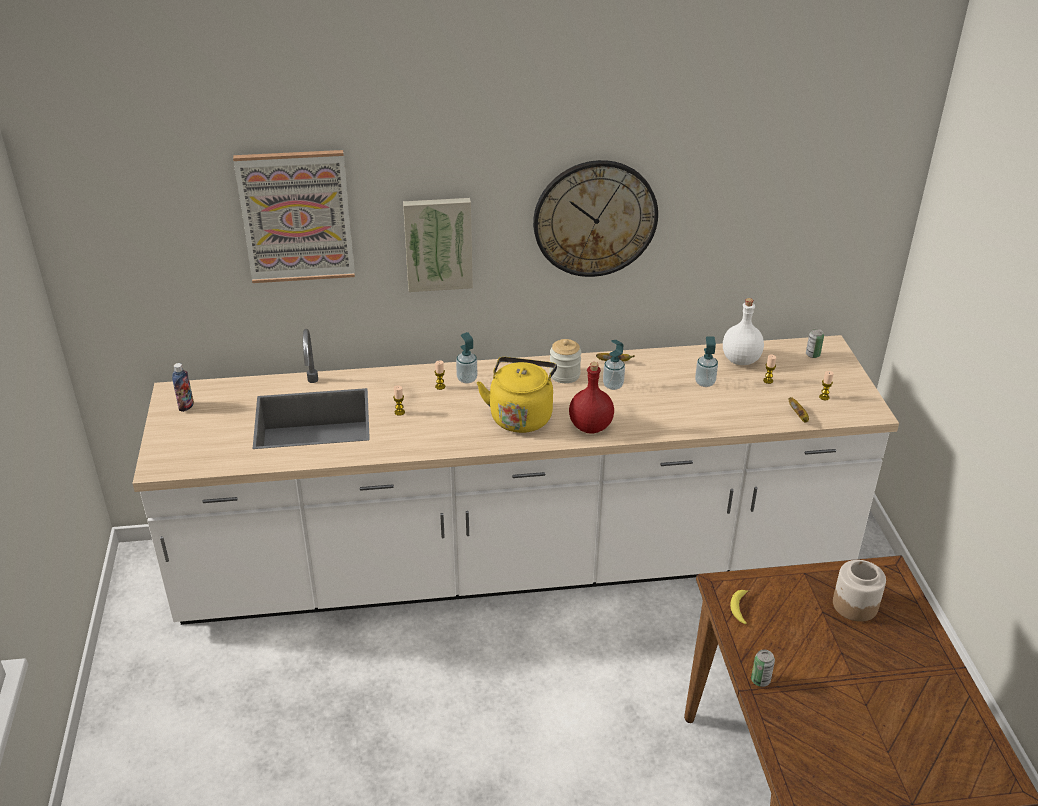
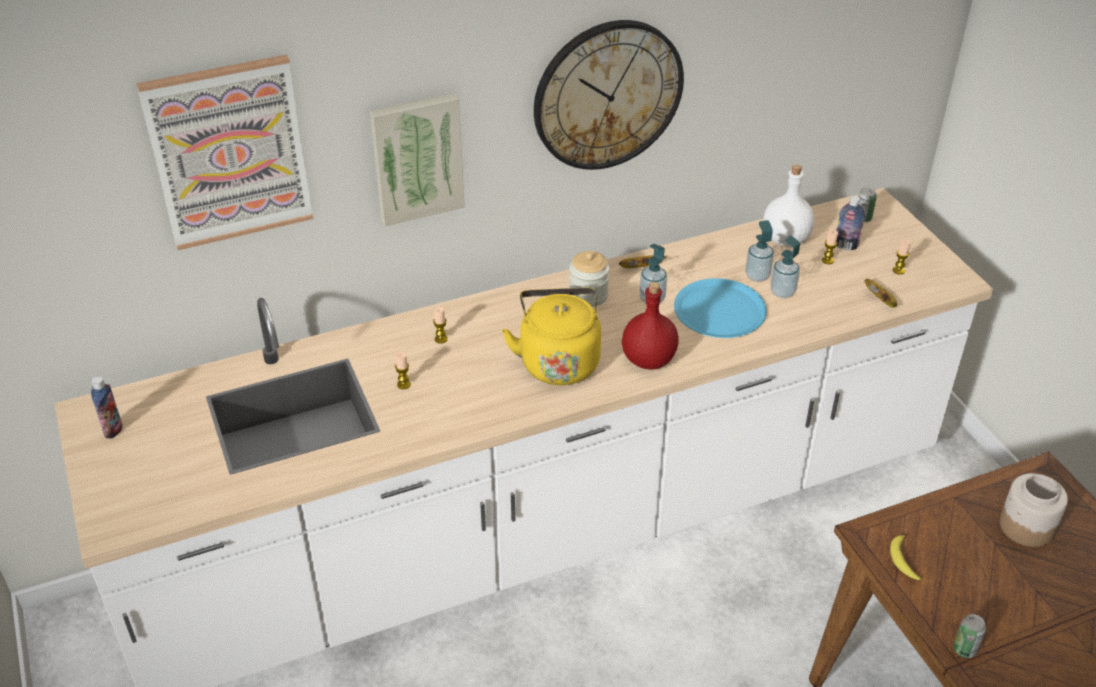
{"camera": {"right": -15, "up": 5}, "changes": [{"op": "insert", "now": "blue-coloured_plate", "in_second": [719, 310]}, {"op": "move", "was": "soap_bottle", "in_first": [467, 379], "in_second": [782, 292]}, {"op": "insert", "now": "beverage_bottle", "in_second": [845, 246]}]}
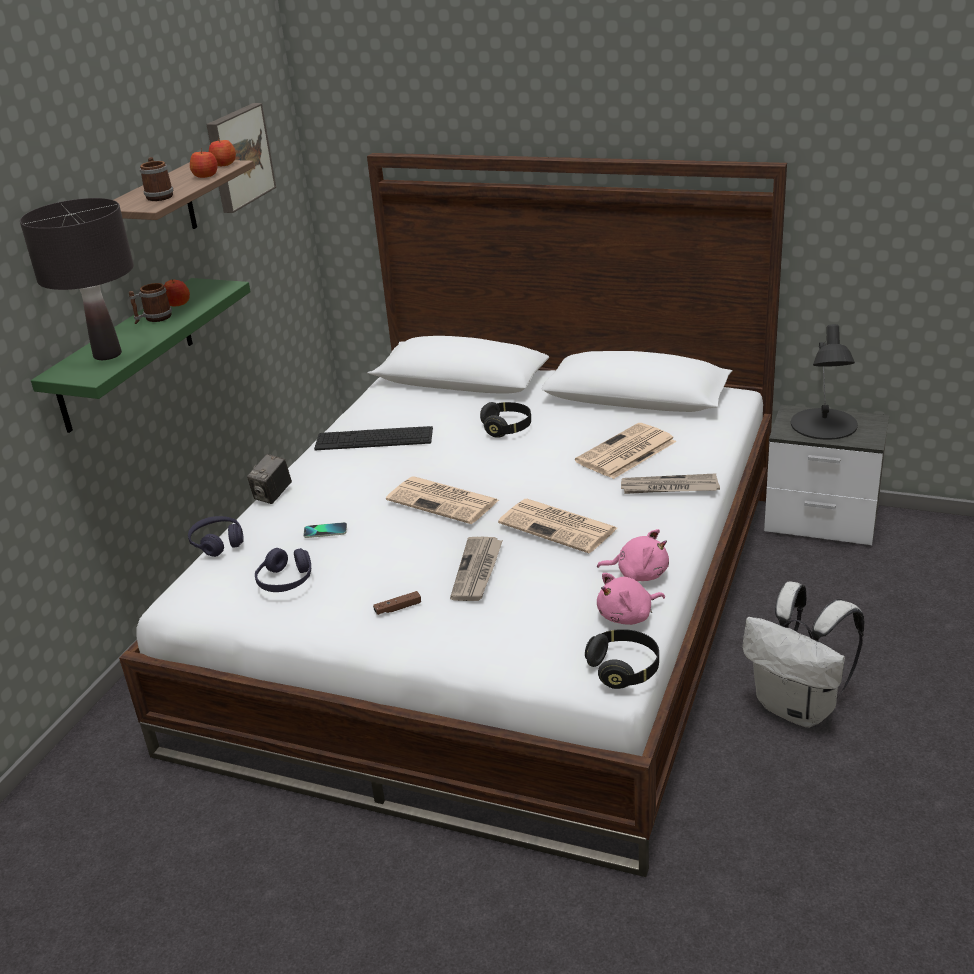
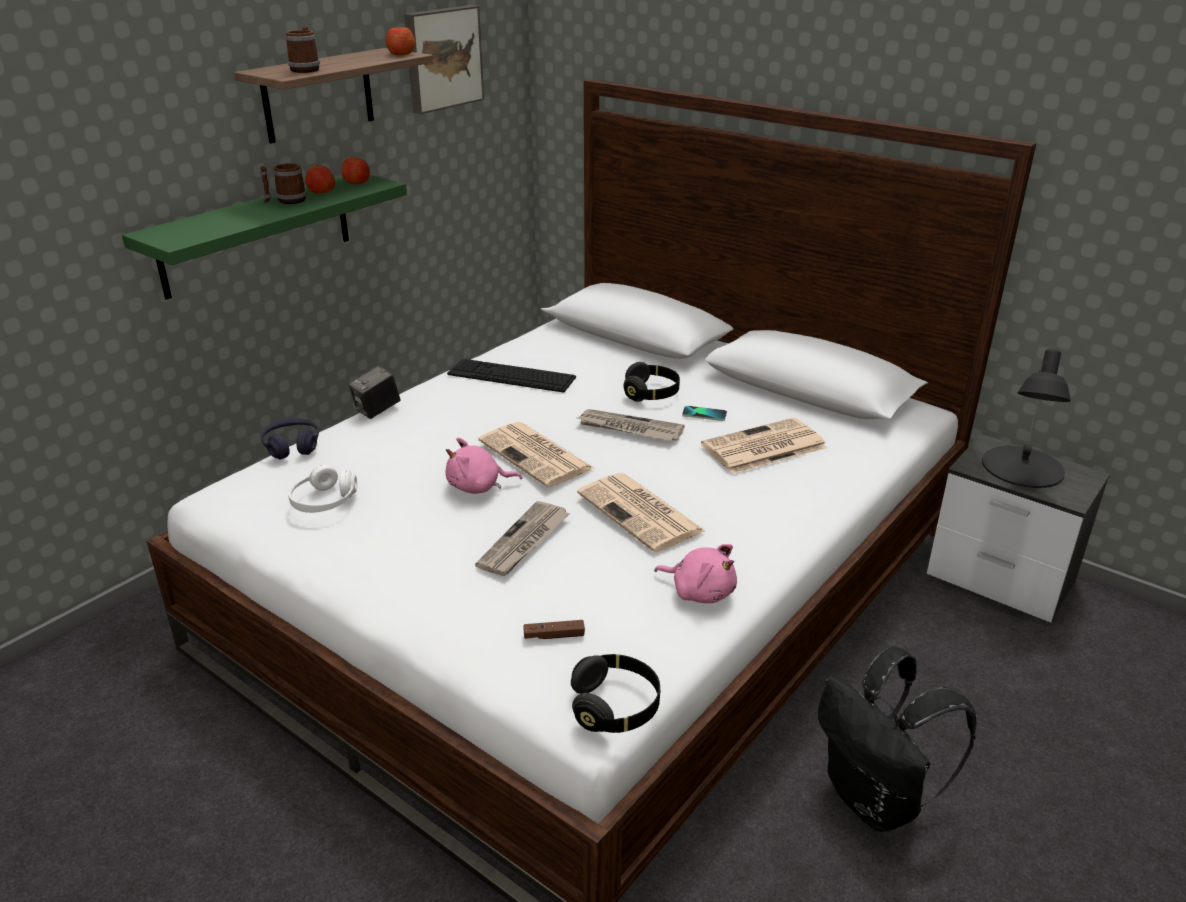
{"camera": {"right": 15, "up": 0}, "changes": [{"op": "recolor", "was": "purple-coloured_pair_of_headphones", "now": "whitish_pair_of_headphones", "in_first": [285, 581], "in_second": [324, 501]}, {"op": "move", "was": "apple", "in_first": [206, 176], "in_second": [357, 182]}, {"op": "move", "was": "pink-coloured_cuddly_toy", "in_first": [628, 616], "in_second": [478, 487]}, {"op": "move", "was": "brown_gamepad", "in_first": [398, 608], "in_second": [554, 636]}, {"op": "move", "was": "newspaper", "in_first": [669, 488], "in_second": [629, 428]}, {"op": "move", "was": "telephone", "in_first": [325, 531], "in_second": [704, 414]}, {"op": "recolor", "was": "whitish_rucksack", "now": "black_rucksack", "in_first": [798, 707], "in_second": [876, 801]}, {"op": "delete", "was": "black_tabletop_lamp", "in_first": [107, 355]}]}
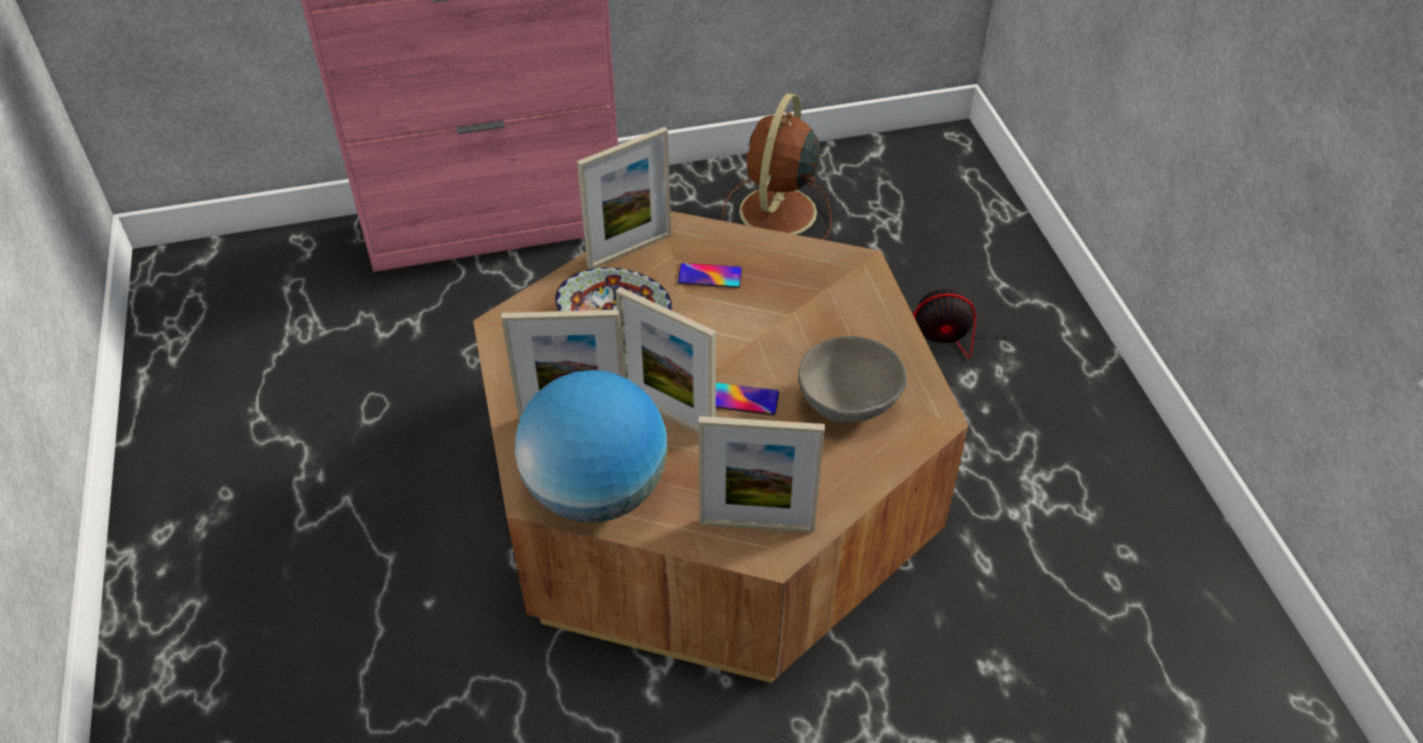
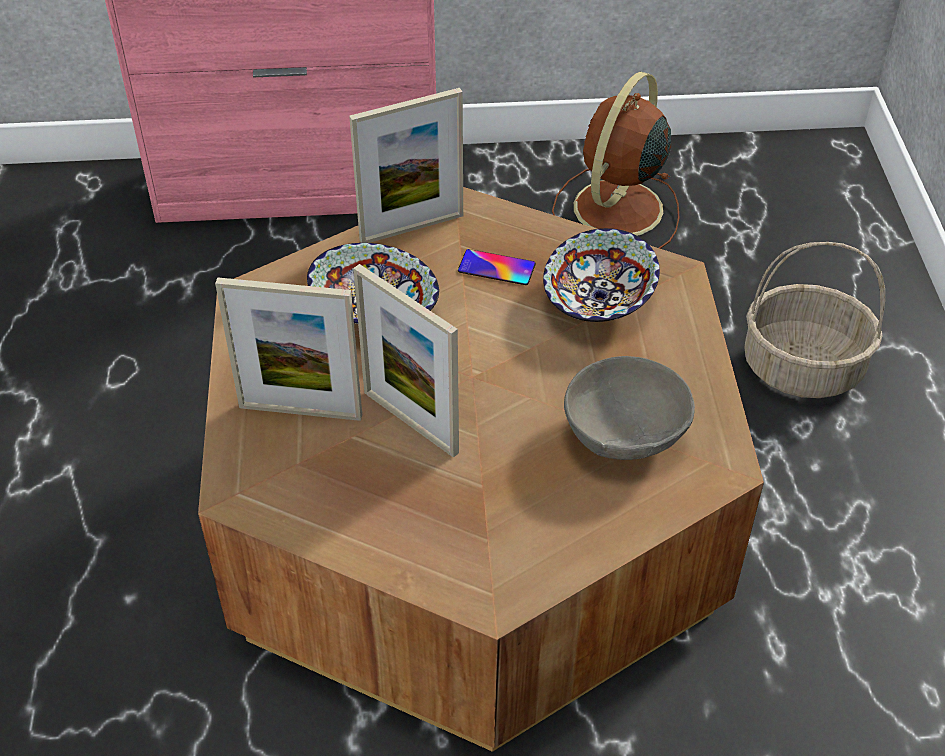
{"camera": {"right": 10, "up": 0}, "changes": [{"op": "insert", "now": "bowl", "in_second": [600, 301]}, {"op": "replace", "was": "cooling_fan", "now": "storage_basket", "in_first": [958, 330], "in_second": [801, 369]}, {"op": "delete", "was": "world_globe", "in_first": [597, 492]}, {"op": "delete", "was": "standing_frame", "in_first": [756, 525]}, {"op": "delete", "was": "telephone", "in_first": [743, 399]}]}
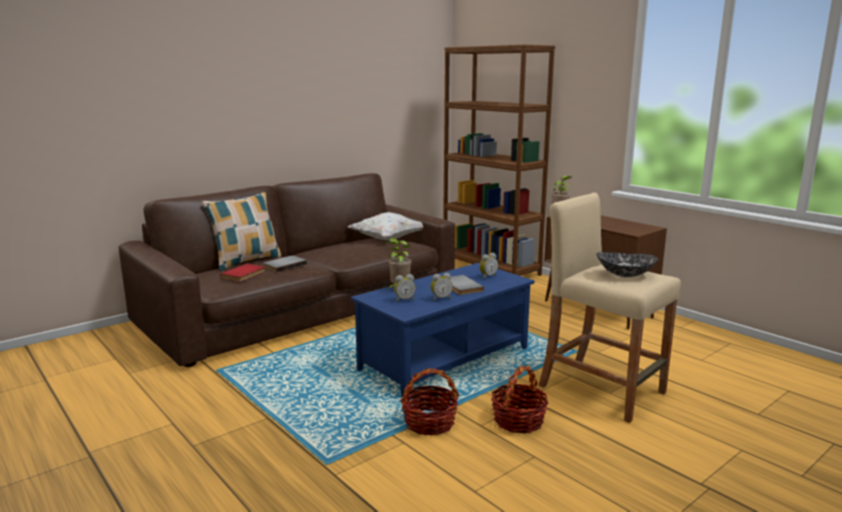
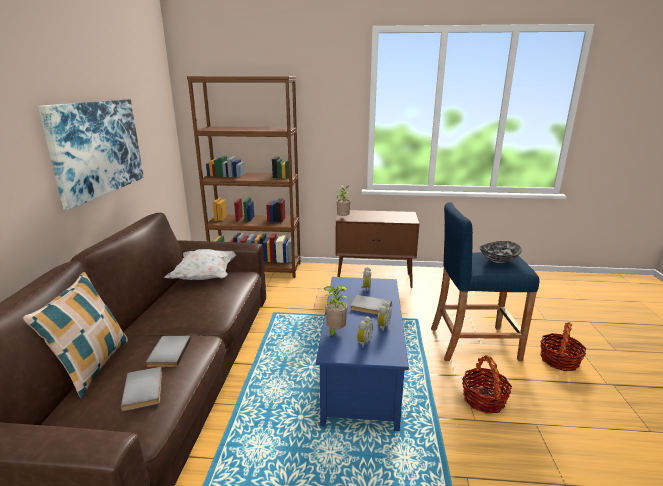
{"camera": {"right": -45, "up": 5}, "changes": [{"op": "insert", "now": "wall_art", "in_second": [97, 148]}, {"op": "recolor", "was": "red_bound_book", "now": "grey_bound_book", "in_first": [245, 274], "in_second": [145, 389]}, {"op": "recolor", "was": "beige_stool", "now": "blue-coloured_stool", "in_first": [601, 389], "in_second": [473, 343]}, {"op": "move", "was": "storage_basket", "in_first": [429, 423], "in_second": [559, 360]}]}
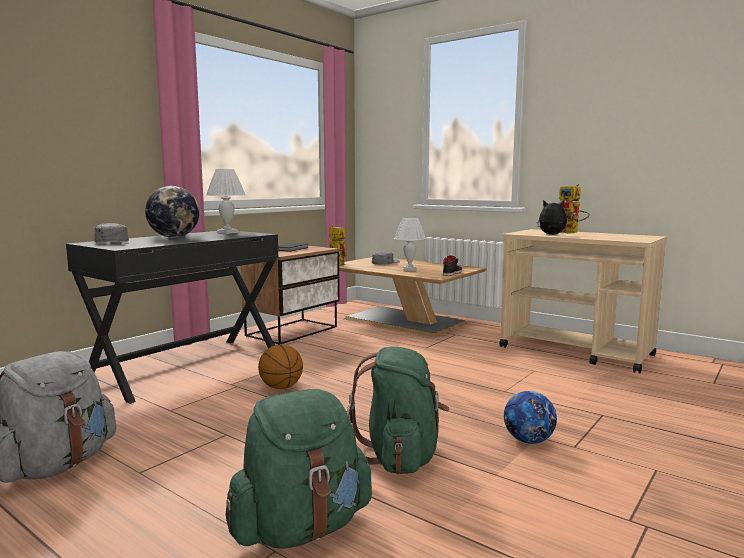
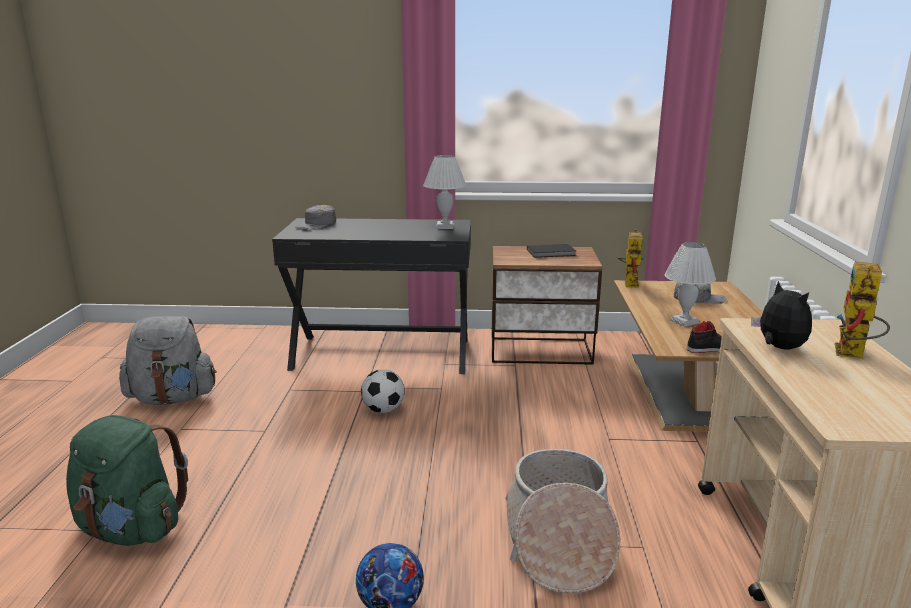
{"camera": {"right": 55, "up": 10}, "changes": [{"op": "replace", "was": "basketball_ball", "now": "football_ball", "in_first": [281, 387], "in_second": [383, 410]}, {"op": "insert", "now": "storage_basket", "in_second": [558, 541]}, {"op": "delete", "was": "world_globe", "in_first": [174, 237]}, {"op": "delete", "was": "green_rucksack", "in_first": [399, 457]}]}
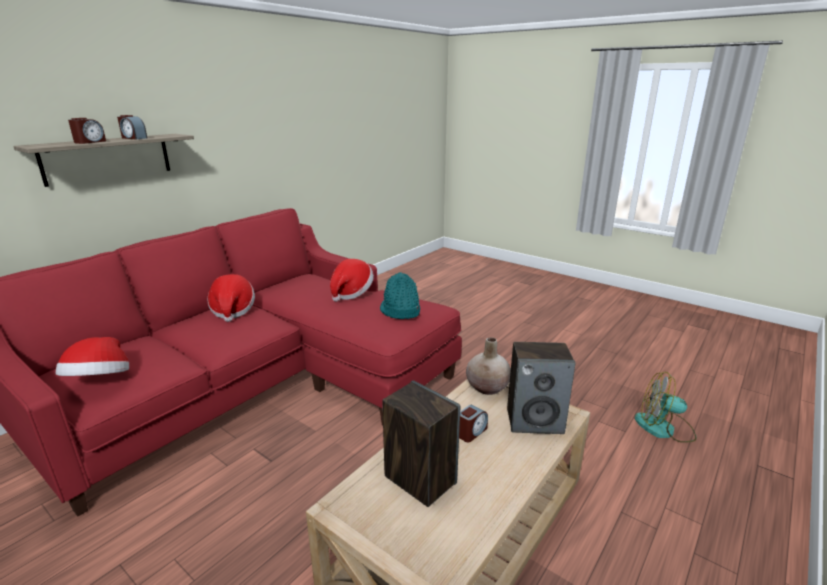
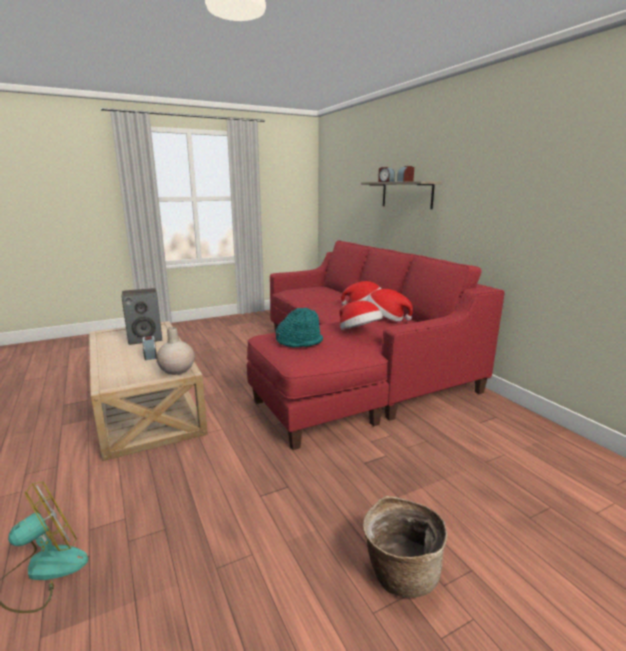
{"camera": {"right": 115, "up": -5}, "changes": [{"op": "insert", "now": "storage_basket", "in_second": [400, 572]}, {"op": "move", "was": "hat", "in_first": [100, 382], "in_second": [386, 318]}, {"op": "delete", "was": "loudspeaker", "in_first": [535, 421]}]}
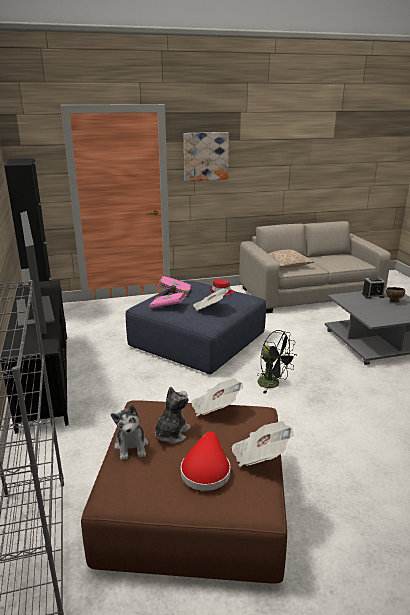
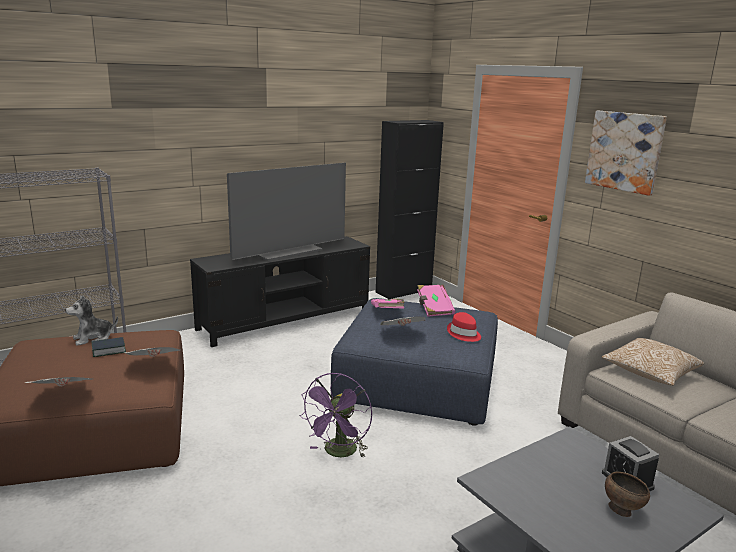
{"camera": {"right": 70, "up": -5}, "changes": [{"op": "replace", "was": "cuddly_toy", "now": "bound_book", "in_first": [171, 433], "in_second": [108, 350]}, {"op": "recolor", "was": "black_cooling_fan", "now": "purple-coloured_cooling_fan", "in_first": [273, 384], "in_second": [338, 453]}, {"op": "delete", "was": "red_hat", "in_first": [206, 470]}]}
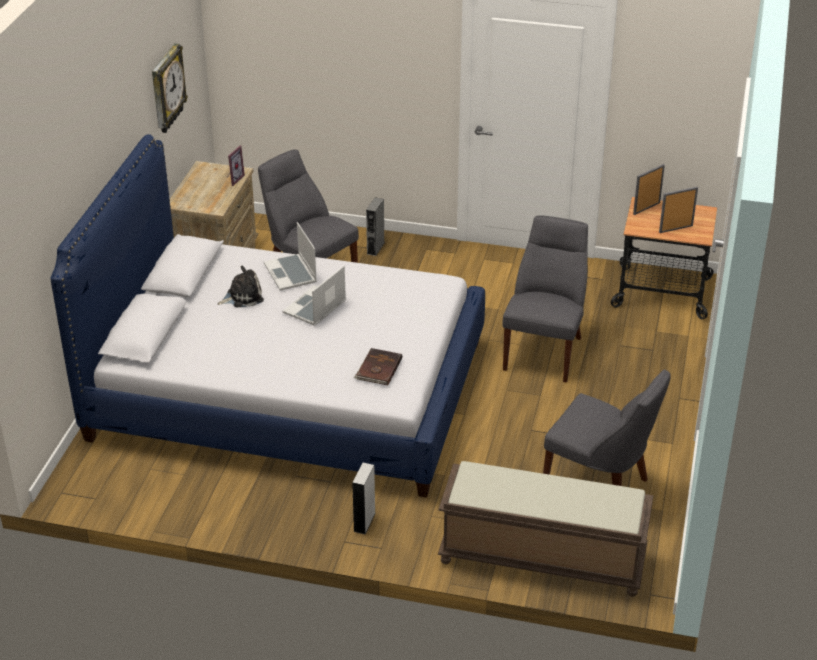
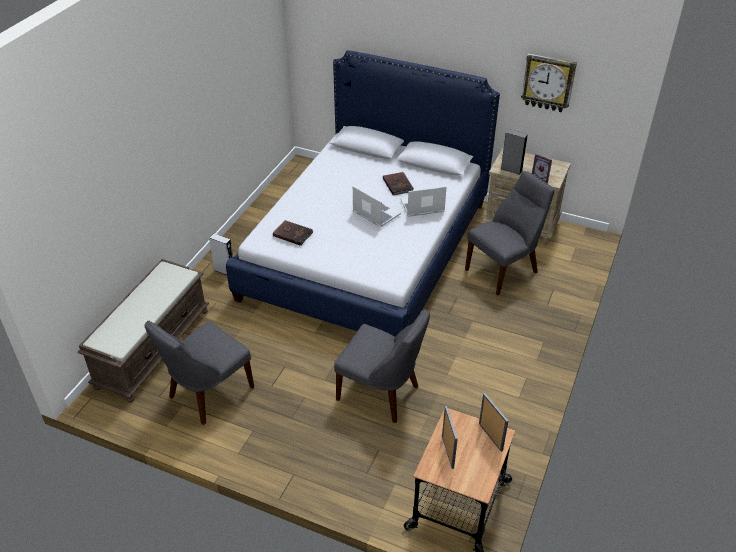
{"camera": {"right": 100, "up": 5}, "changes": [{"op": "replace", "was": "cuddly_toy", "now": "brown_bound_book", "in_first": [242, 297], "in_second": [398, 184]}, {"op": "move", "was": "grey_loudspeaker", "in_first": [375, 248], "in_second": [511, 169]}]}
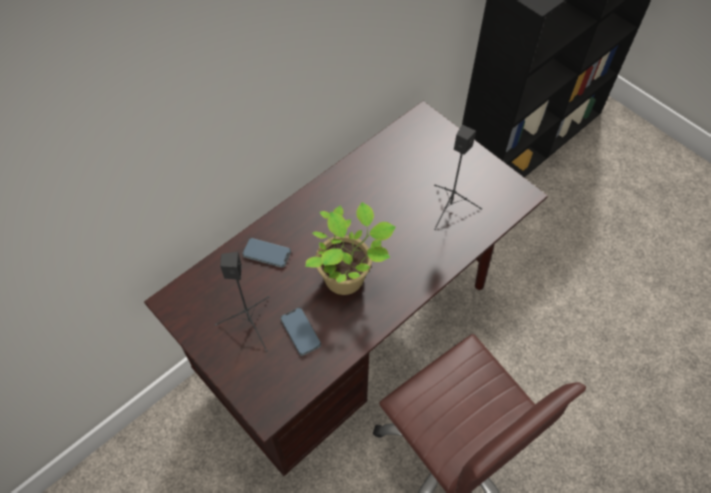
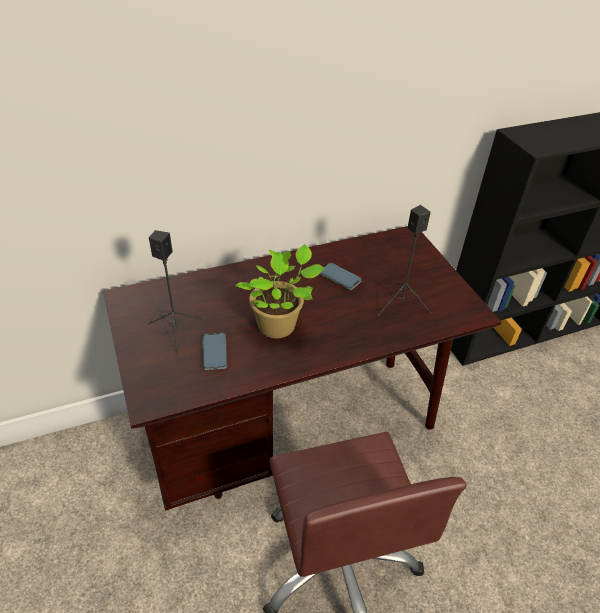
{"camera": {"right": 20, "up": -15}, "changes": [{"op": "move", "was": "telephone", "in_first": [267, 254], "in_second": [340, 278]}]}
